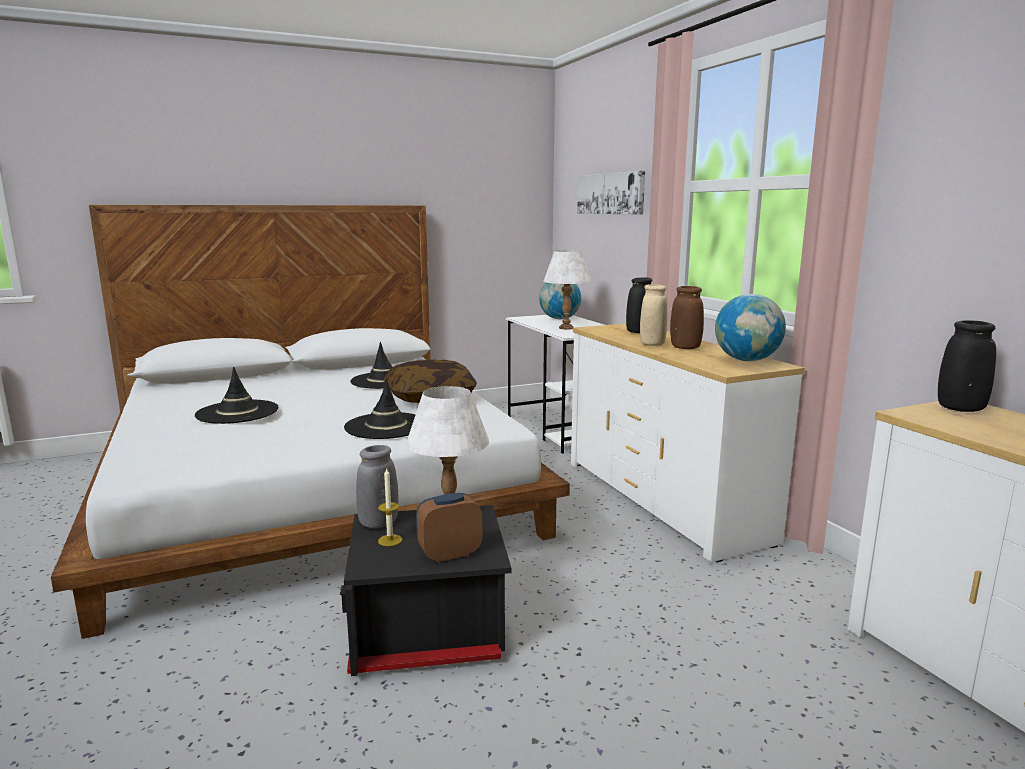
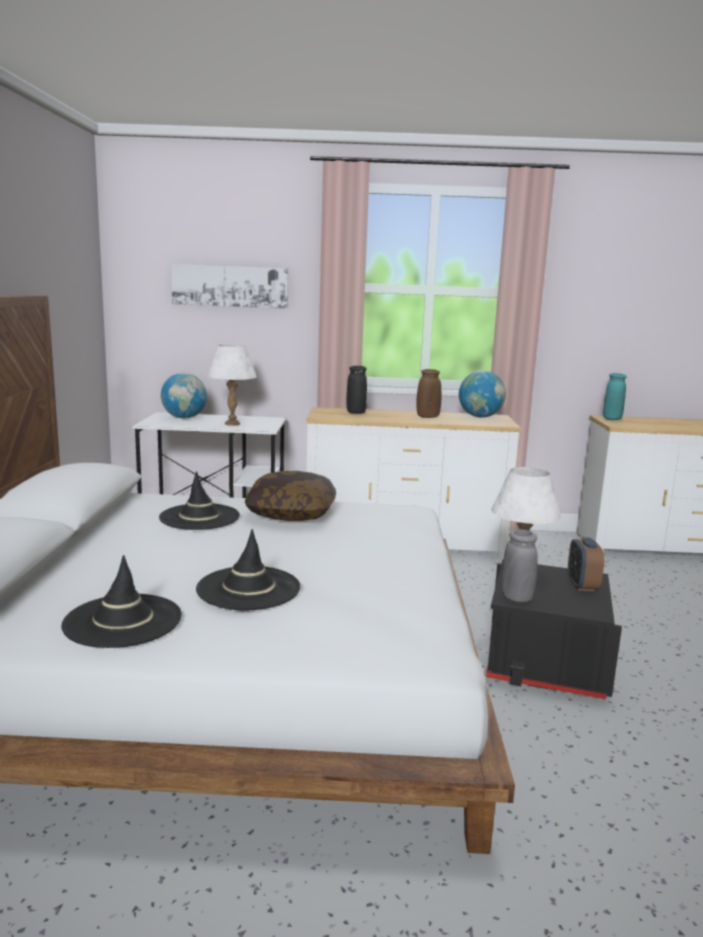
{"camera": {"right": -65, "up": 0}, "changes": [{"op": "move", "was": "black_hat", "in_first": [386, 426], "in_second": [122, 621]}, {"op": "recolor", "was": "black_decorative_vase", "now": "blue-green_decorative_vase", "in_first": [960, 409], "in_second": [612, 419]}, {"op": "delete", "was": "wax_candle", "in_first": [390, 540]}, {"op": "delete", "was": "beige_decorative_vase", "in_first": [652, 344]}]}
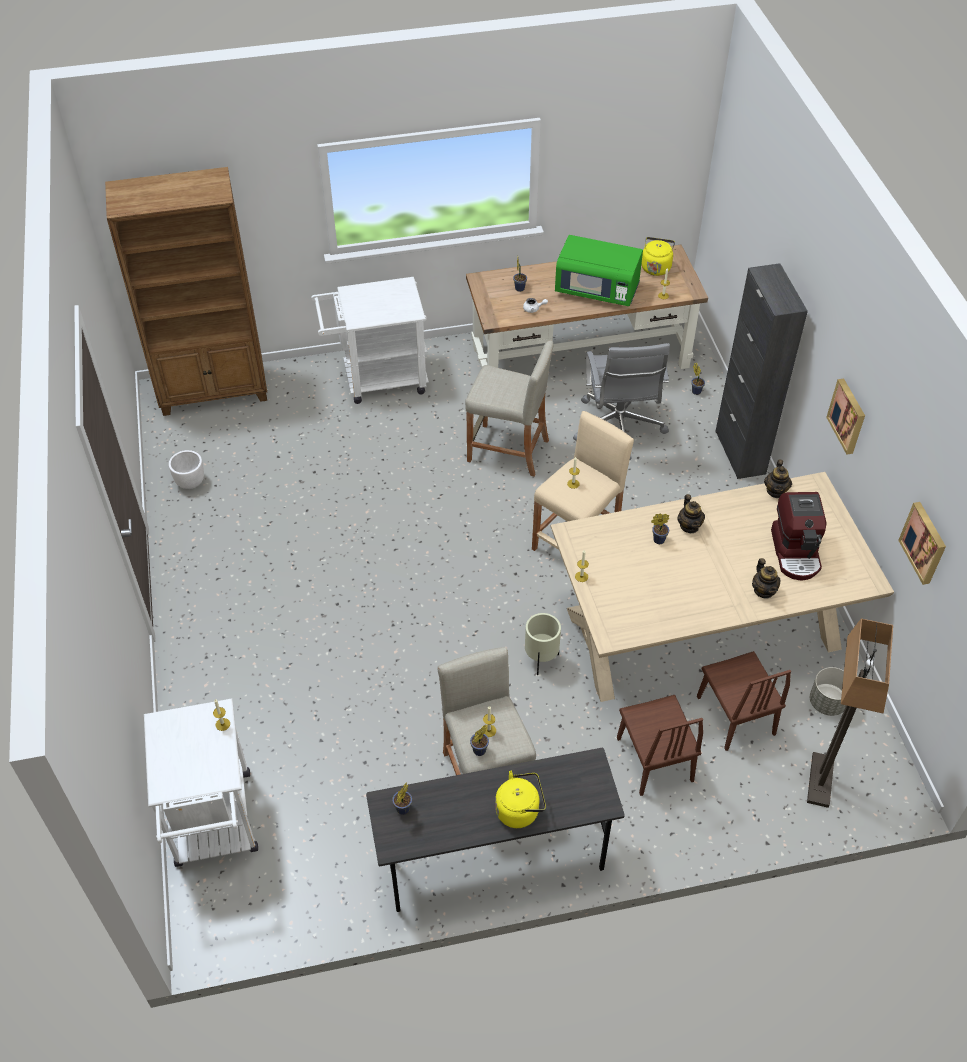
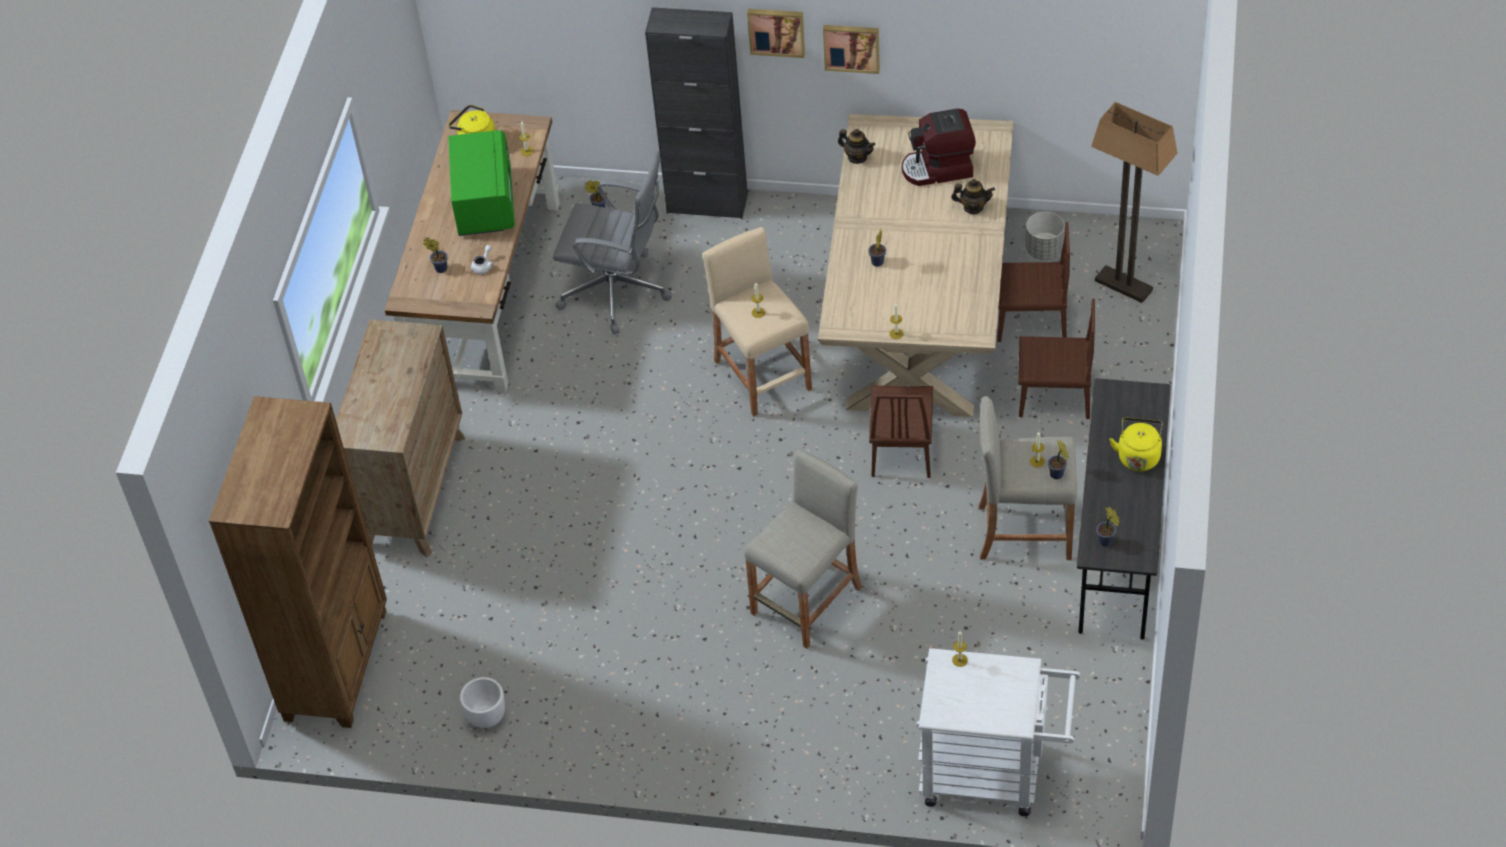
{"camera": {"right": -65, "up": 0}, "changes": [{"op": "replace", "was": "whitish_cart", "now": "brown_drawer_chest", "in_first": [377, 379], "in_second": [413, 491]}, {"op": "rotate", "was": "green_kitchen_microwave", "in_first": [597, 290], "in_second": [484, 203], "clockwise": -45}, {"op": "move", "was": "beige_stool", "in_first": [508, 450], "in_second": [807, 601]}, {"op": "move", "was": "wall_art", "in_first": [924, 542], "in_second": [776, 31]}, {"op": "replace", "was": "beige_planter", "now": "brown_plain_chair", "in_first": [541, 659], "in_second": [902, 449]}, {"op": "rotate", "was": "coffee_machine", "in_first": [796, 552], "in_second": [938, 169], "clockwise": 150}, {"op": "delete", "was": "teapot", "in_first": [689, 526]}]}
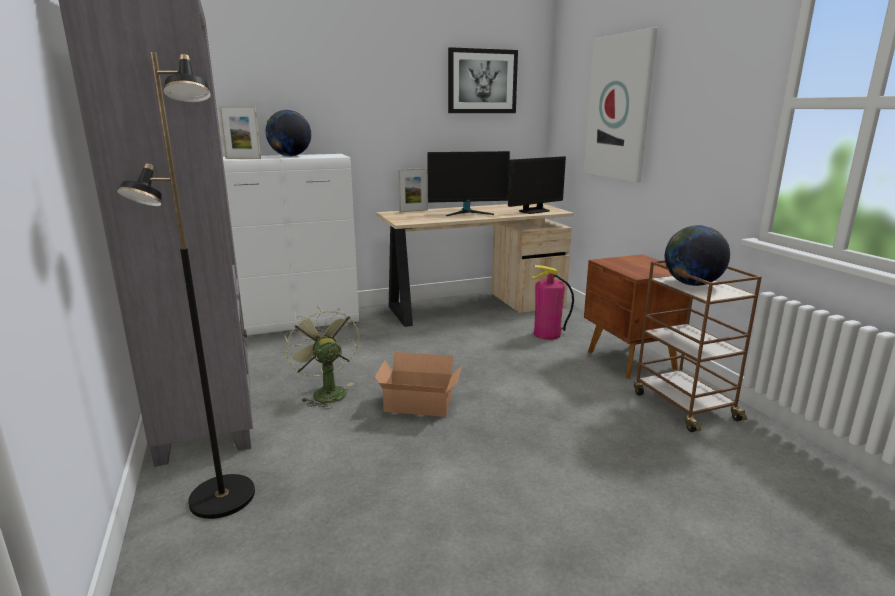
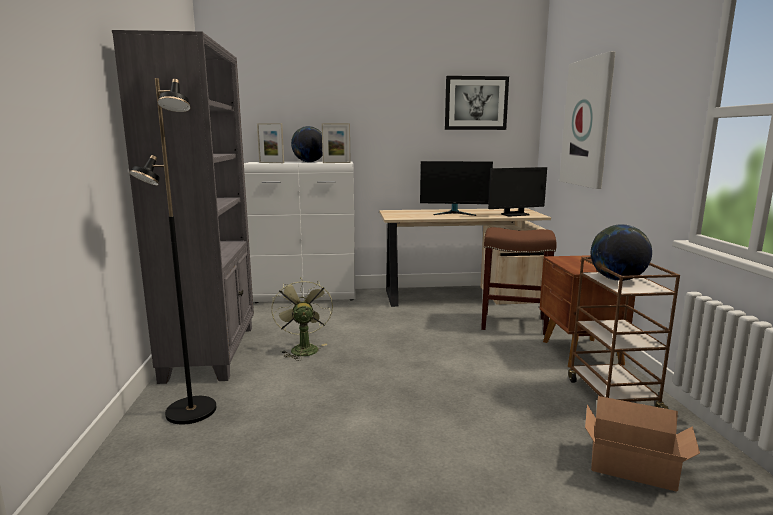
{"camera": {"right": 15, "up": -5}, "changes": [{"op": "move", "was": "standing_frame", "in_first": [413, 211], "in_second": [336, 163]}, {"op": "replace", "was": "extinguisher", "now": "brown_stool", "in_first": [547, 334], "in_second": [512, 324]}, {"op": "move", "was": "cardboard_box", "in_first": [419, 405], "in_second": [634, 468]}]}
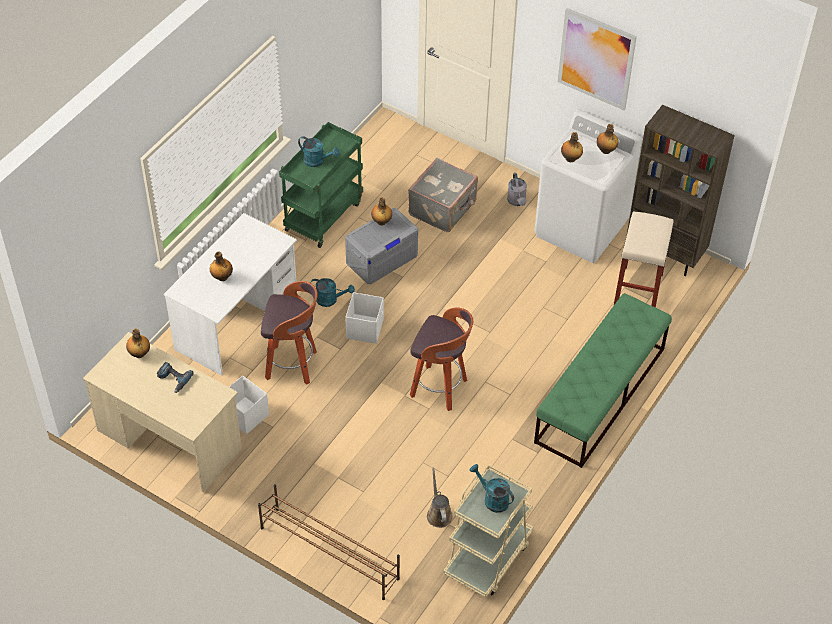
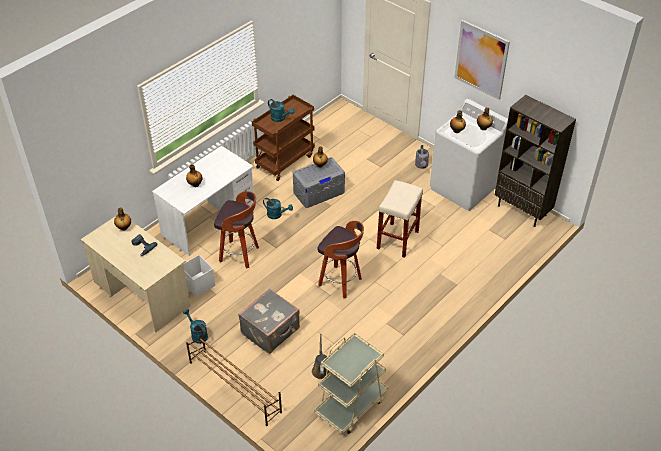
{"camera": {"right": 10, "up": -5}, "changes": [{"op": "move", "was": "blue-green_watering_can", "in_first": [492, 499], "in_second": [197, 334]}, {"op": "move", "was": "grey_travel_case", "in_first": [443, 209], "in_second": [271, 331]}, {"op": "recolor", "was": "green_cart", "now": "brown_cart", "in_first": [323, 215], "in_second": [285, 161]}, {"op": "move", "was": "beige_stool", "in_first": [638, 288], "in_second": [397, 239]}, {"op": "delete", "was": "whitish_storage_box", "in_first": [365, 328]}, {"op": "delete", "was": "green_indoor_bench", "in_first": [600, 395]}]}
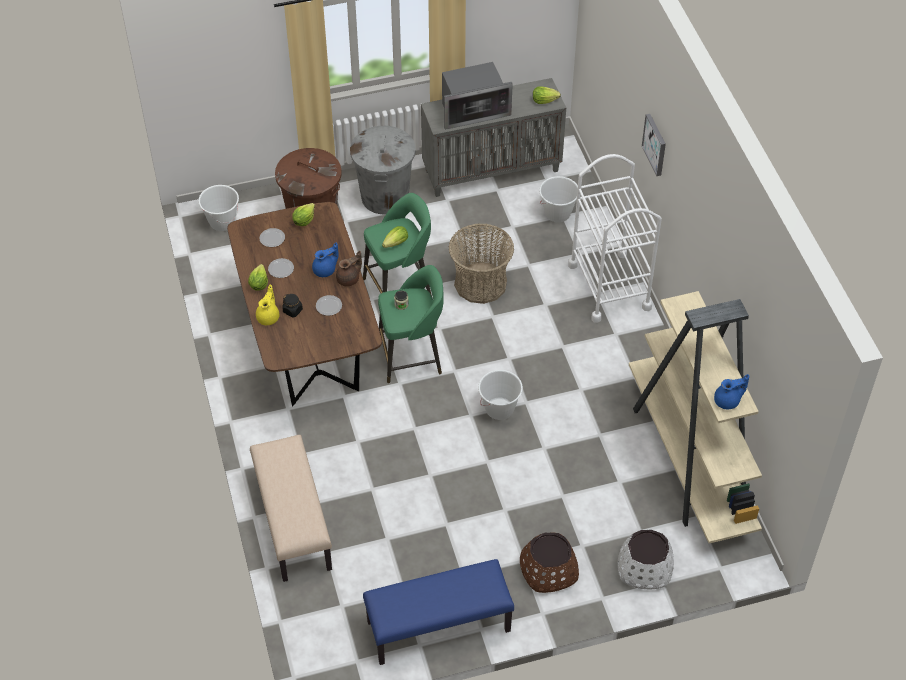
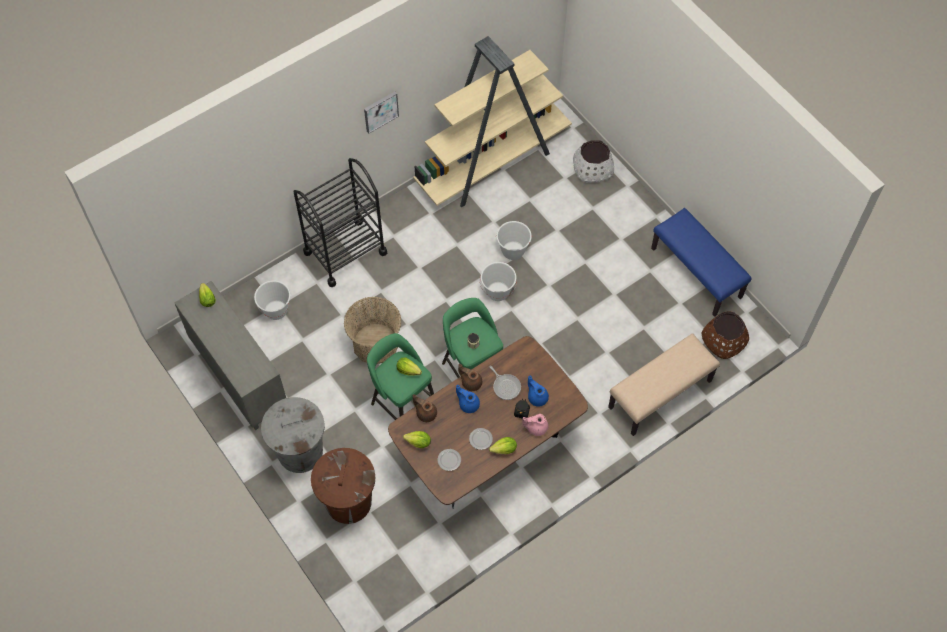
{"camera": {"right": -110, "up": 10}, "changes": [{"op": "recolor", "was": "whitish_cart", "now": "black_cart", "in_first": [609, 286], "in_second": [345, 252]}, {"op": "move", "was": "wall_art", "in_first": [655, 144], "in_second": [380, 111]}, {"op": "insert", "now": "brown_teapot", "in_second": [426, 413]}, {"op": "replace", "was": "plate", "now": "skillet", "in_first": [329, 306], "in_second": [506, 386]}, {"op": "move", "was": "whitish_water_bucket", "in_first": [222, 222], "in_second": [513, 251]}, {"op": "recolor", "was": "yellowish_teapot", "now": "pink-coloured_teapot", "in_first": [268, 317], "in_second": [536, 427]}, {"op": "move", "was": "blue-coloured_teapot", "in_first": [728, 401], "in_second": [537, 397]}, {"op": "move", "was": "brown_planter", "in_first": [548, 570], "in_second": [723, 340]}, {"op": "delete", "was": "kitchen_microwave", "in_first": [473, 110]}]}
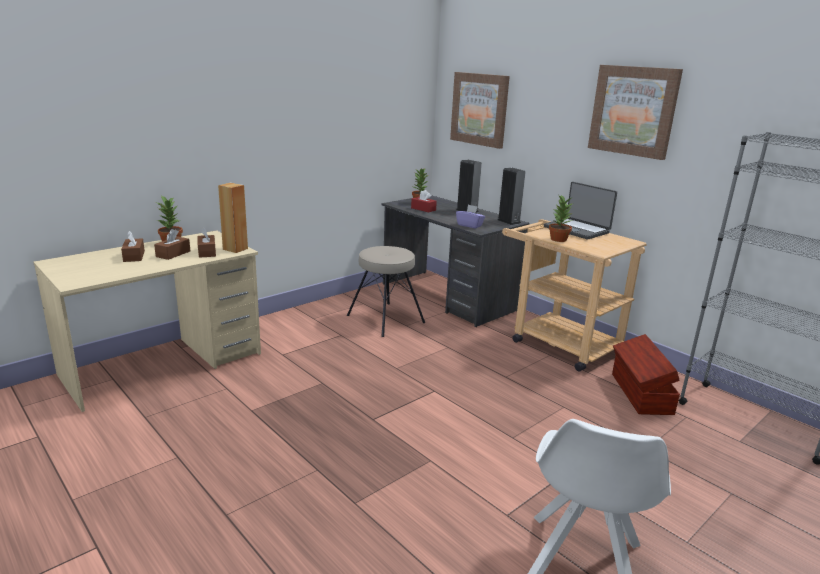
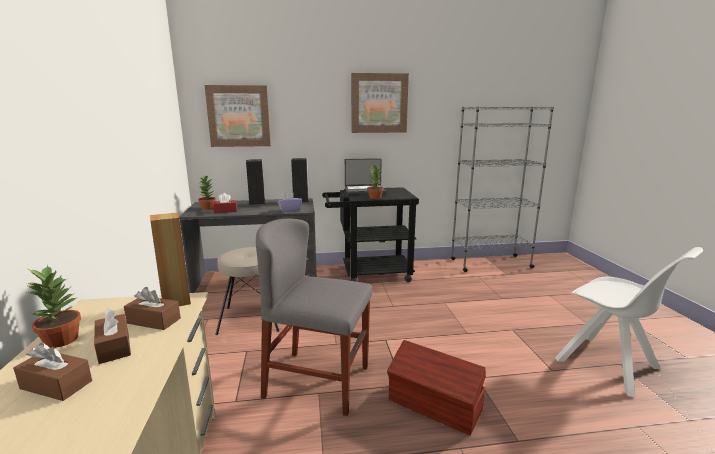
{"camera": {"right": -55, "up": -5}, "changes": [{"op": "insert", "now": "grey_plain_chair", "in_second": [317, 381]}, {"op": "recolor", "was": "beige_cart", "now": "black_cart", "in_first": [557, 342], "in_second": [369, 273]}, {"op": "move", "was": "brown_storage_box", "in_first": [640, 394], "in_second": [435, 406]}]}
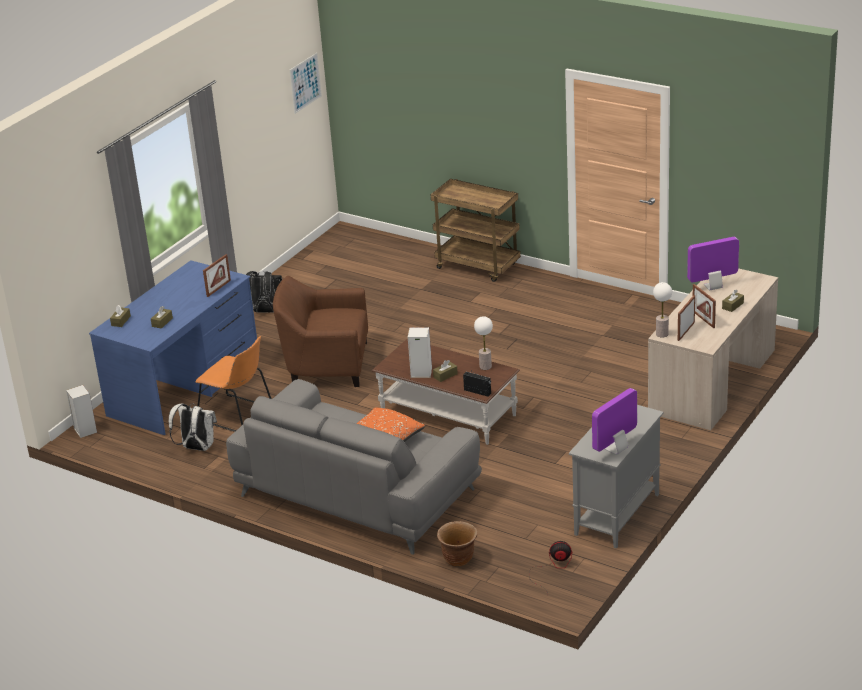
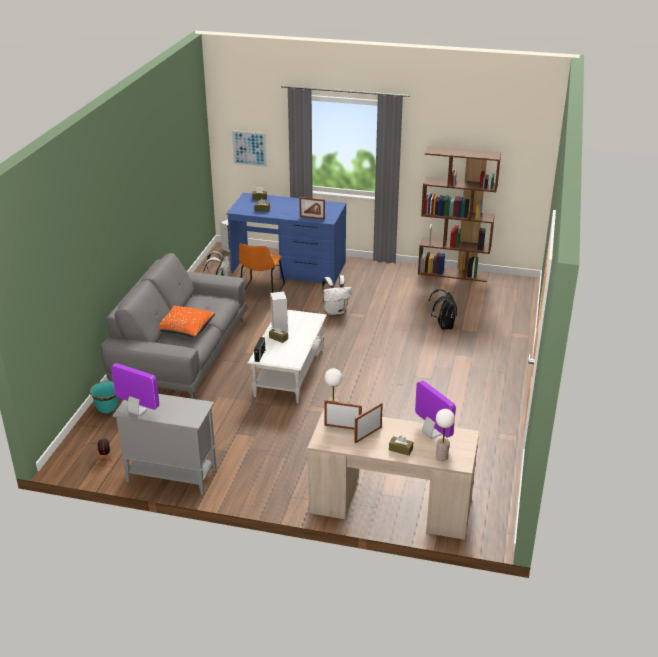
{"camera": {"right": 70, "up": 0}, "changes": [{"op": "recolor", "was": "brown_planter", "now": "blue-green_planter", "in_first": [458, 559], "in_second": [107, 408]}, {"op": "move", "was": "wall_art", "in_first": [305, 83], "in_second": [249, 148]}, {"op": "recolor", "was": "brown_lounge_table", "now": "whitish_lounge_table", "in_first": [448, 414], "in_second": [289, 372]}, {"op": "replace", "was": "brown_armchair", "now": "whitish_rucksack", "in_first": [326, 365], "in_second": [335, 311]}, {"op": "insert", "now": "brown_bookcase", "in_second": [453, 273]}, {"op": "move", "was": "black_rucksack", "in_first": [265, 311], "in_second": [443, 326]}, {"op": "move", "was": "tabletop_lamp", "in_first": [485, 366], "in_second": [442, 457]}, {"op": "delete", "was": "brown_cart", "in_first": [479, 266]}]}
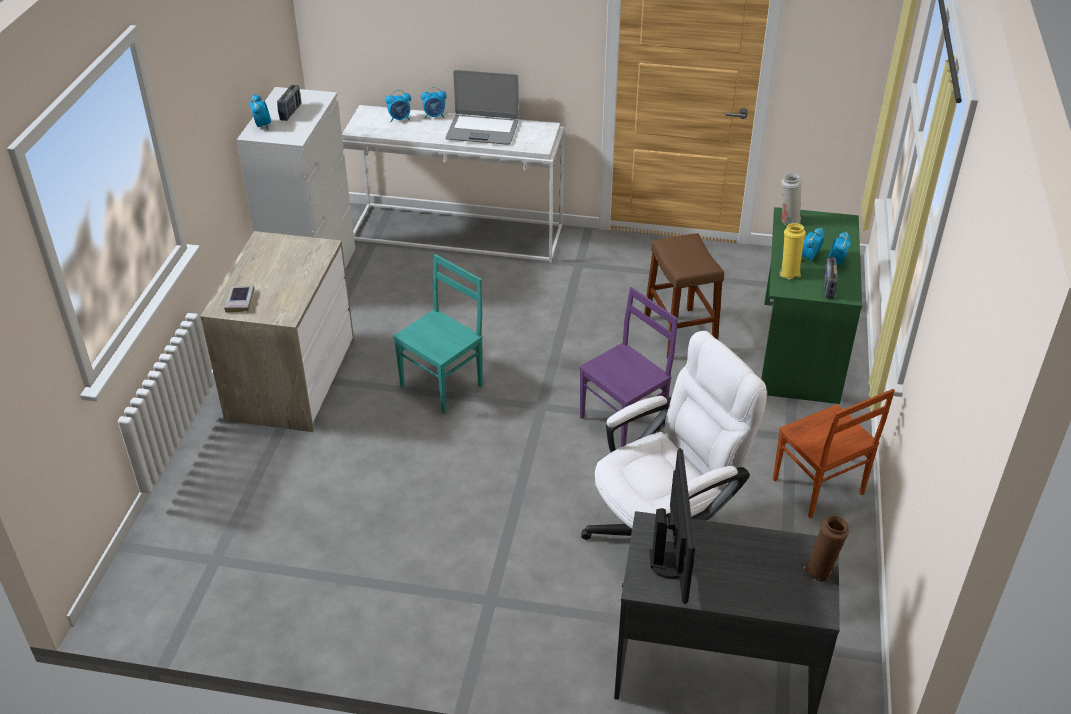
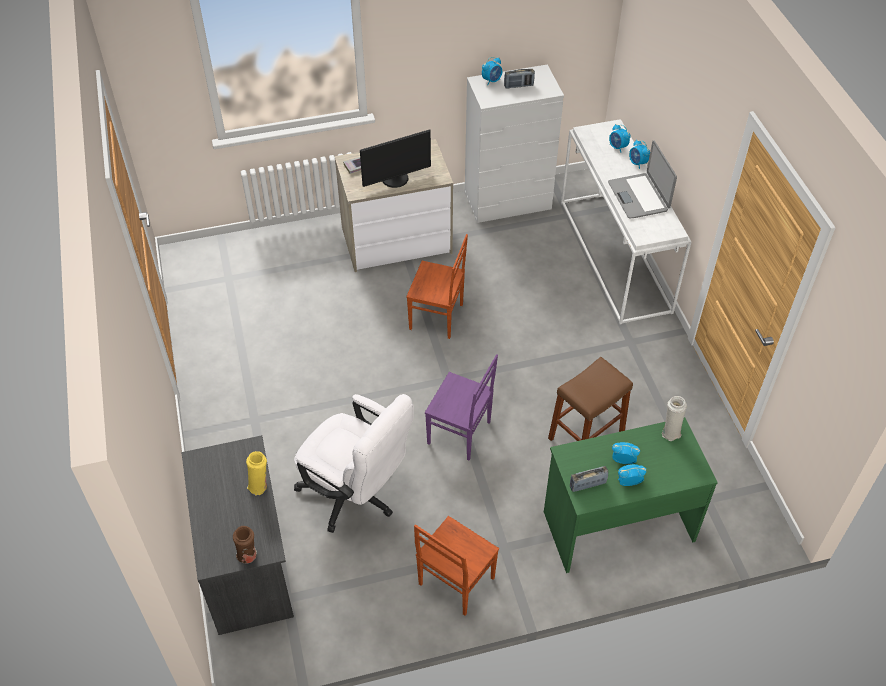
{"camera": {"right": 65, "up": 10}, "changes": [{"op": "move", "was": "yellowish_decorative_vase", "in_first": [788, 272], "in_second": [259, 486]}, {"op": "move", "was": "monitor", "in_first": [673, 560], "in_second": [395, 179]}, {"op": "recolor", "was": "blue-green_plain_chair", "now": "brown_plain_chair", "in_first": [443, 385], "in_second": [437, 318]}]}
